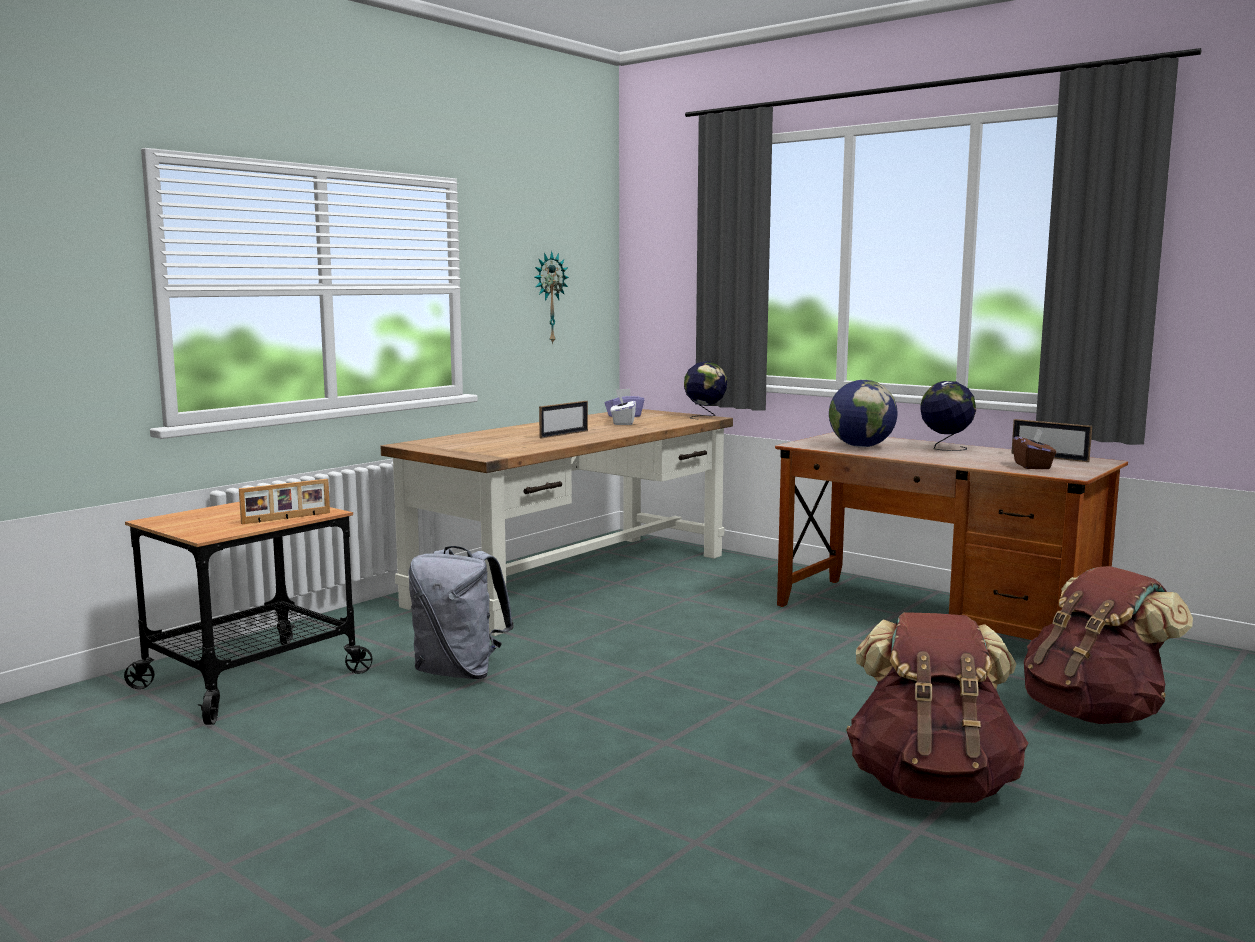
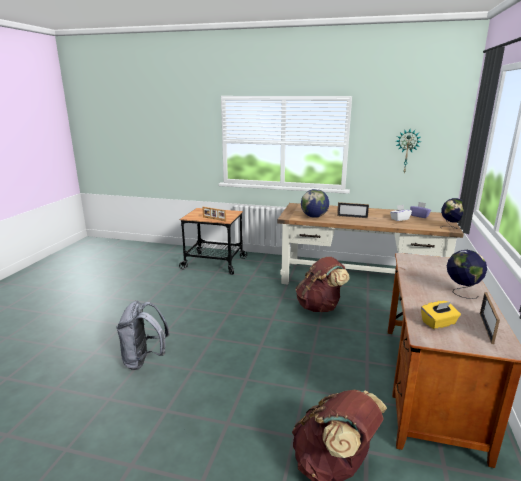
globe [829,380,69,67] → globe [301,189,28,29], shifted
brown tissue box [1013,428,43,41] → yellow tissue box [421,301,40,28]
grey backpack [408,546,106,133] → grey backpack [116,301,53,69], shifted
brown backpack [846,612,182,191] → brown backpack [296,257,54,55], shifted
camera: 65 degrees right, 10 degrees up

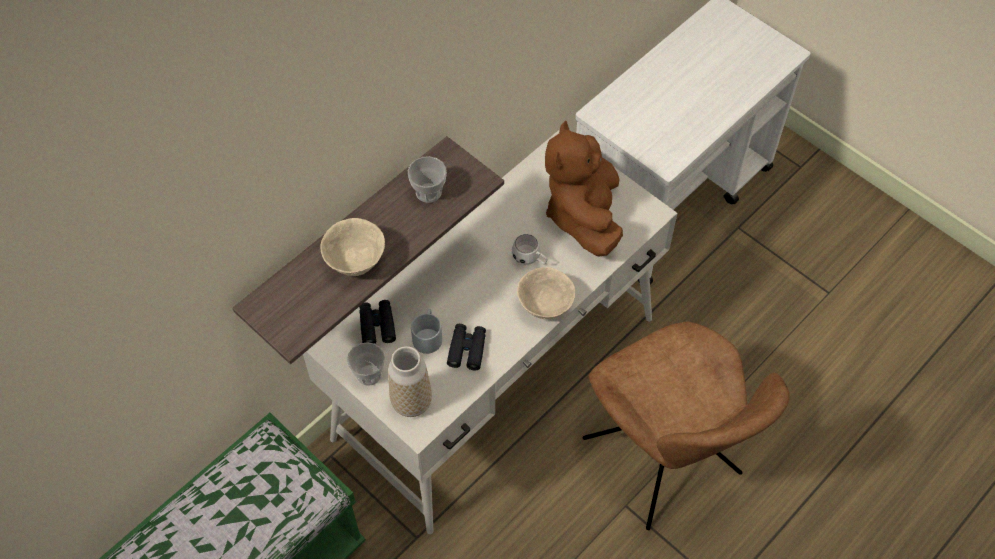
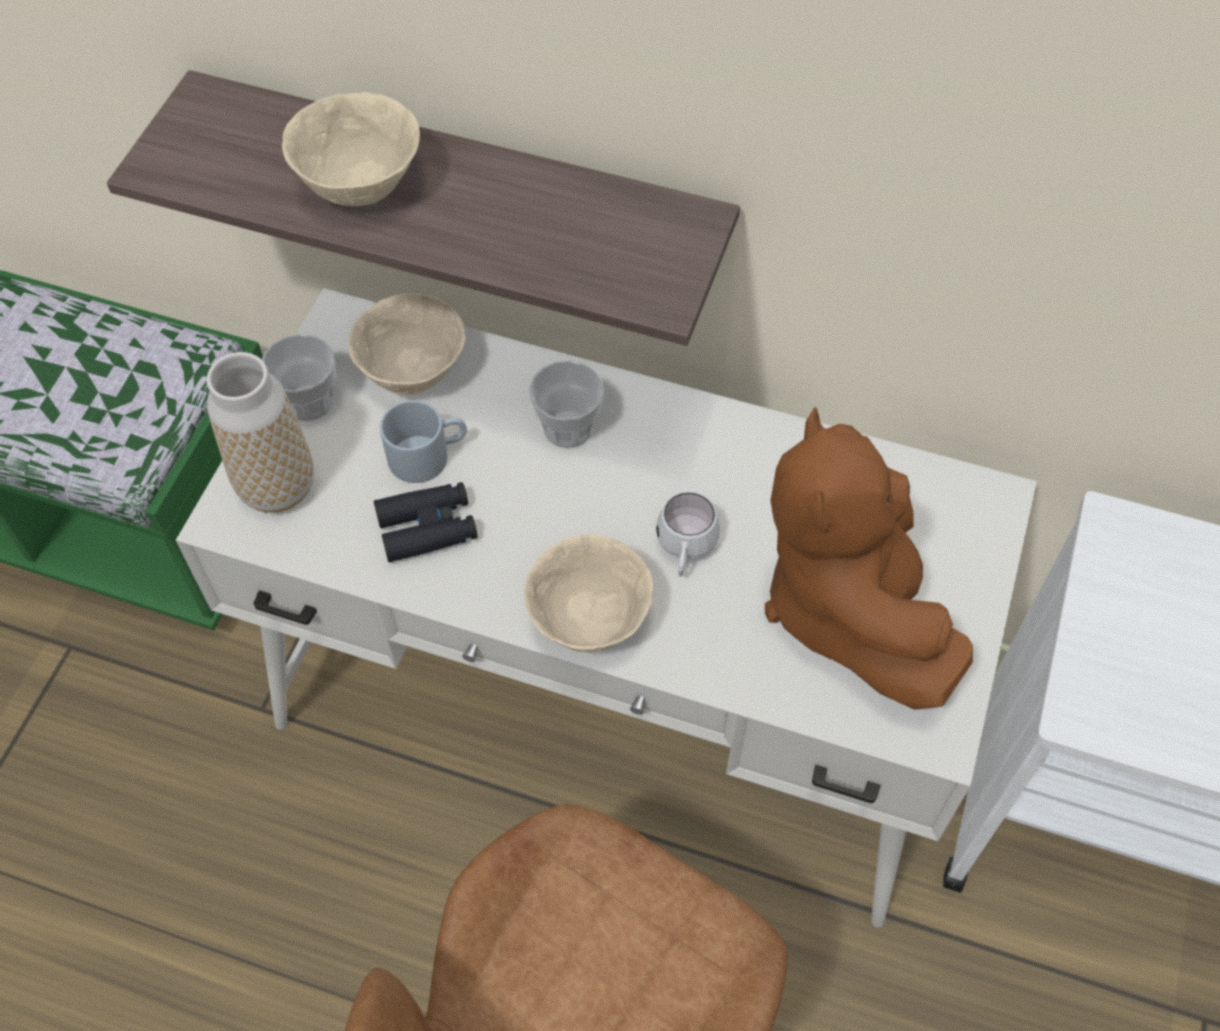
brown plush toy [545,121,78,136] → brown plush toy [765,407,208,303], 75 degrees counterclockwise
cup [408,156,39,47] → cup [529,360,75,88], shifted
black binoculars [359,300,37,44] → beige bowl [348,293,118,101]
camera: 65 degrees right, 0 degrees up

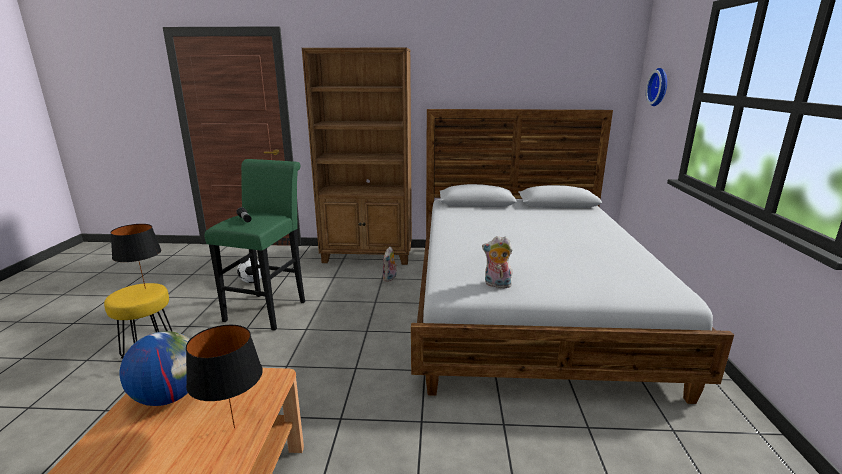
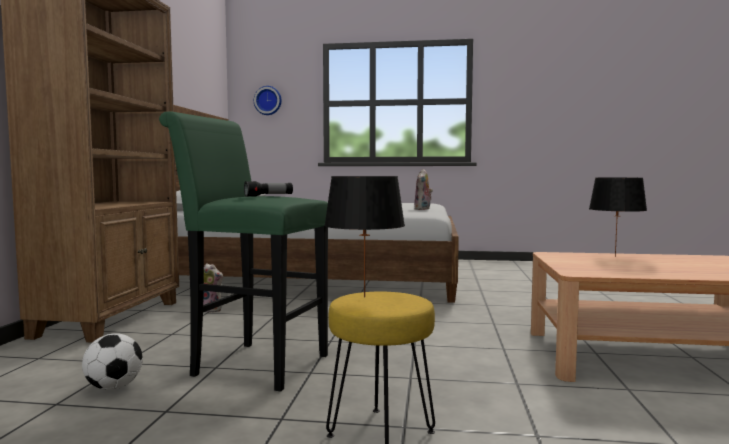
globe [119,331,71,75] → -
camera: 85 degrees left, 15 degrees down

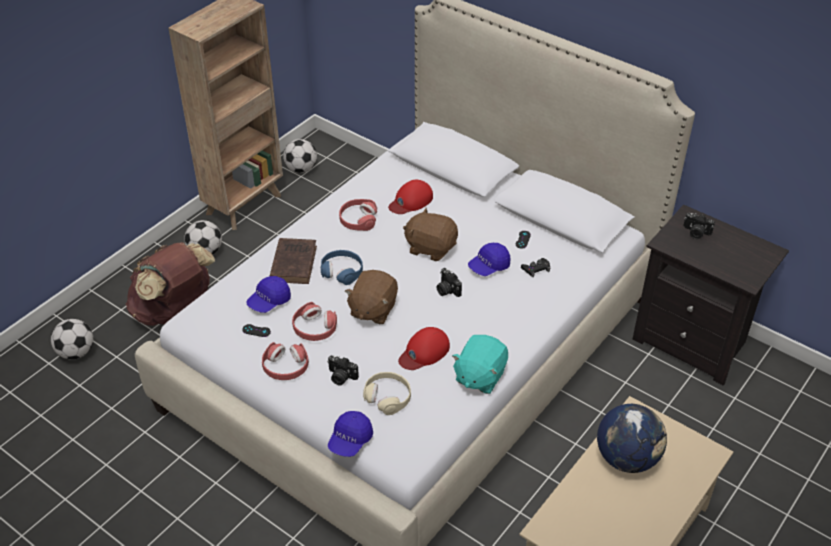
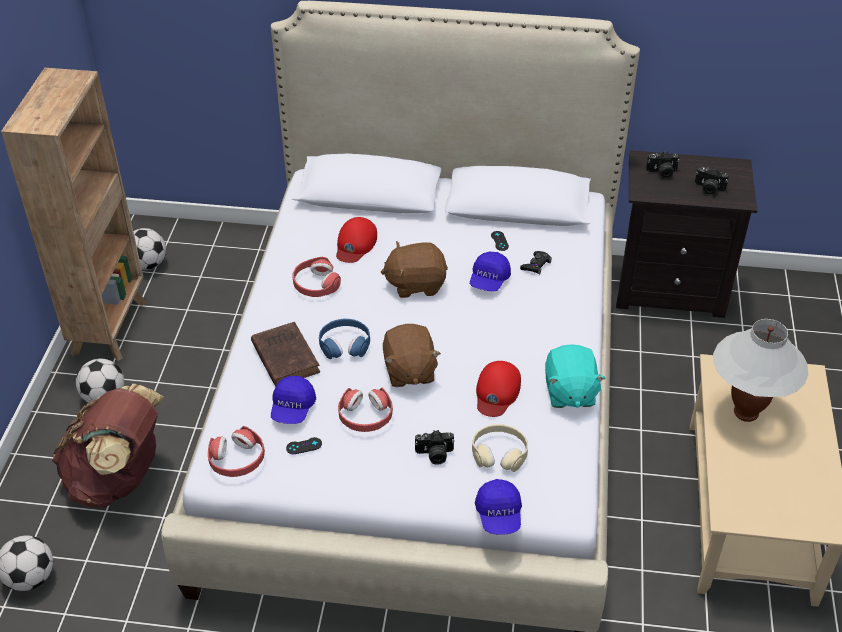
photo camera [436,268,26,29] → photo camera [695,167,34,28], shifted
red headphones [262,342,47,38] → red headphones [208,426,57,51], shifted
globe [597,404,70,69] → white table lamp [713,319,96,103]
camera: 30 degrees left, 0 degrees up

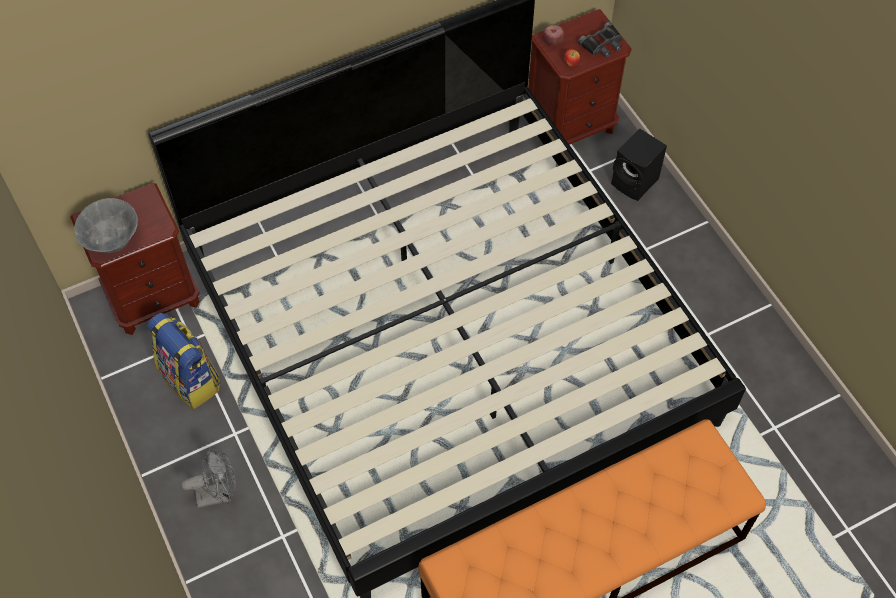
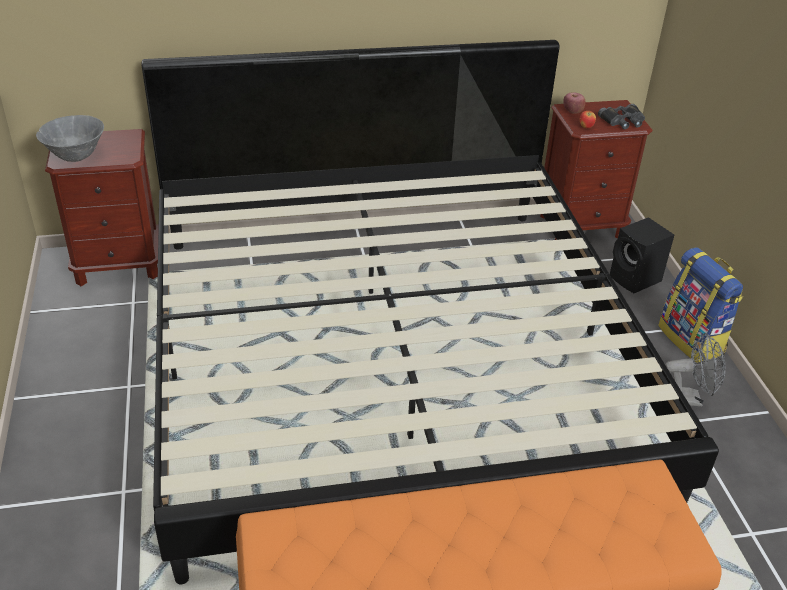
backpack [148,313,72,96] → backpack [658,248,85,115], shifted
grey fan [181,447,55,61] → grey fan [665,333,61,73], shifted
camera: 15 degrees right, 20 degrees down

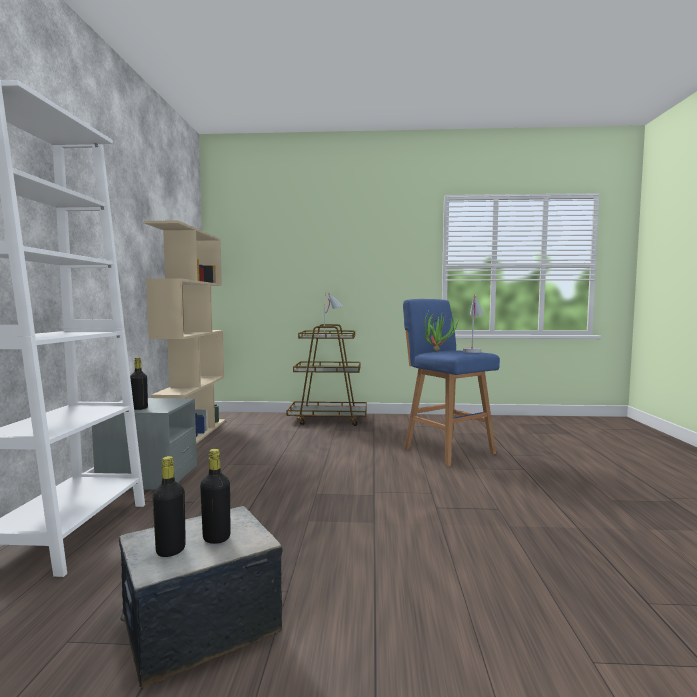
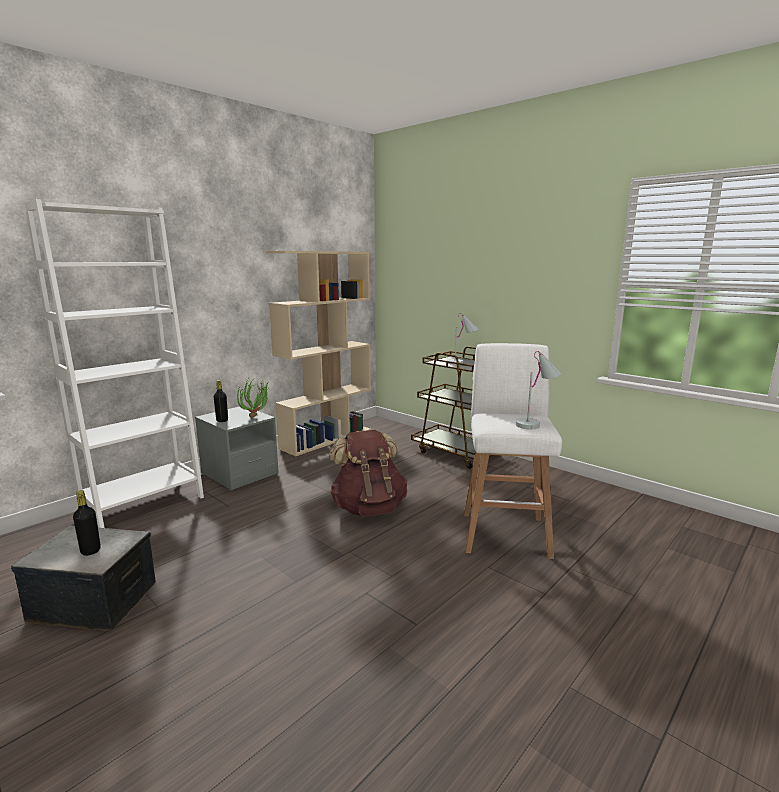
blue stool [403,299,97,168] → white stool [464,343,98,216]
potted plant [425,312,34,40] → potted plant [237,379,31,39], shifted
black bottle [153,456,33,101] → -
- → brown backpack [329,430,78,86]
camera: 40 degrees right, 10 degrees up

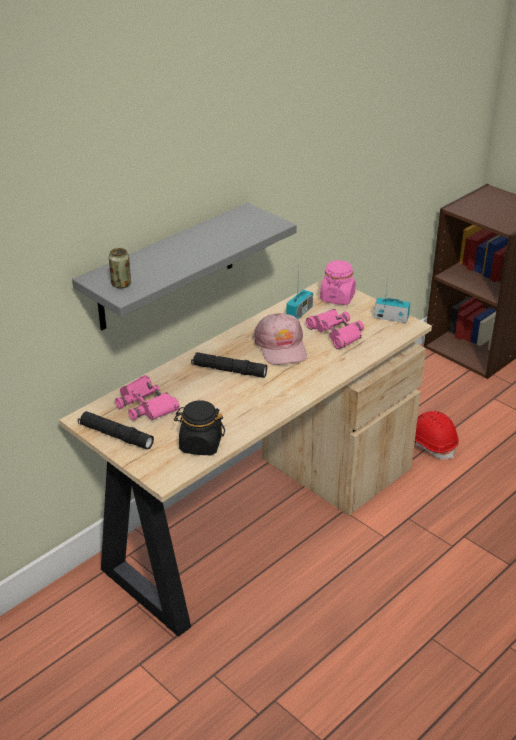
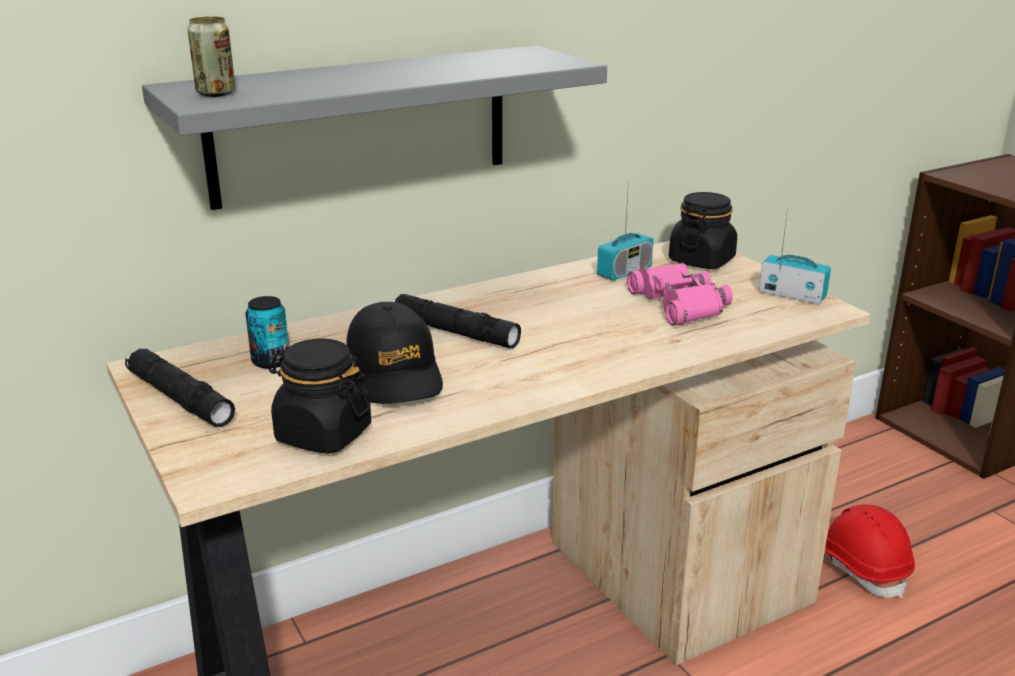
pink jar [320,260,36,45] → black jar [669,192,68,77]
pink cap [253,313,54,52] → -
pink binoculars [115,375,65,46] → can [246,296,43,73]
- → black cap [346,302,97,102]
camera: 15 degrees right, 10 degrees down

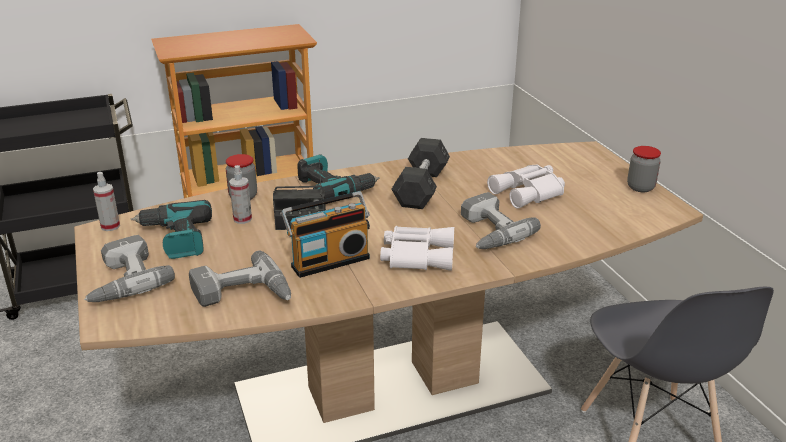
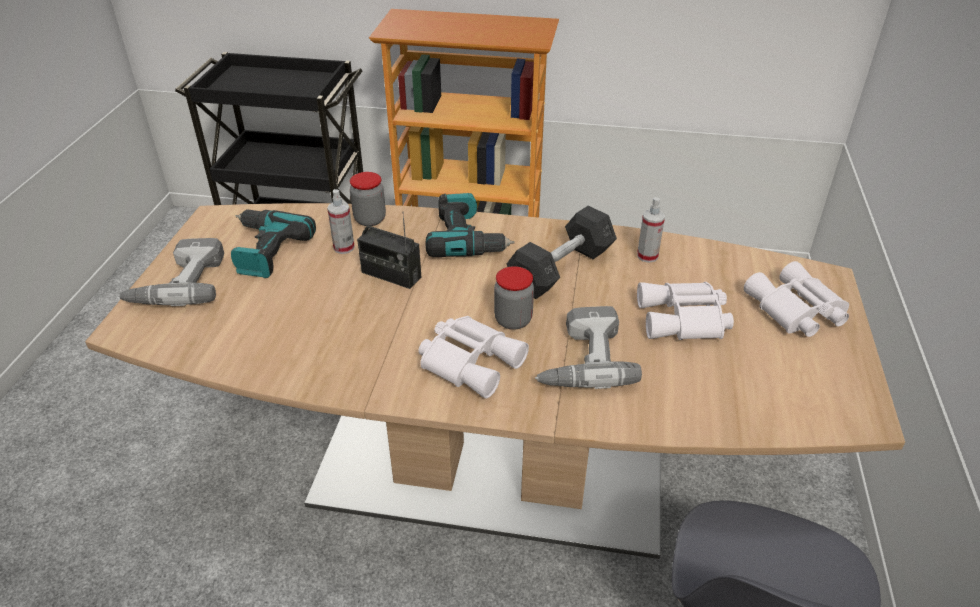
jar [627,146,34,46] → jar [494,266,40,64], shifted
spray bottle [93,172,27,59] → spray bottle [637,197,28,66], shifted
radio [281,191,89,87] → -
power drill [189,250,102,57] → -
- → white binoculars [744,261,105,76]
camera: 30 degrees right, 10 degrees up

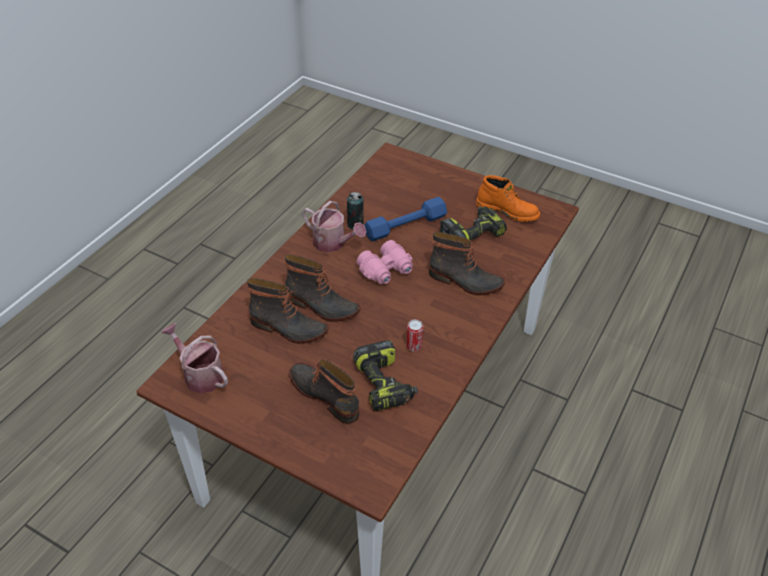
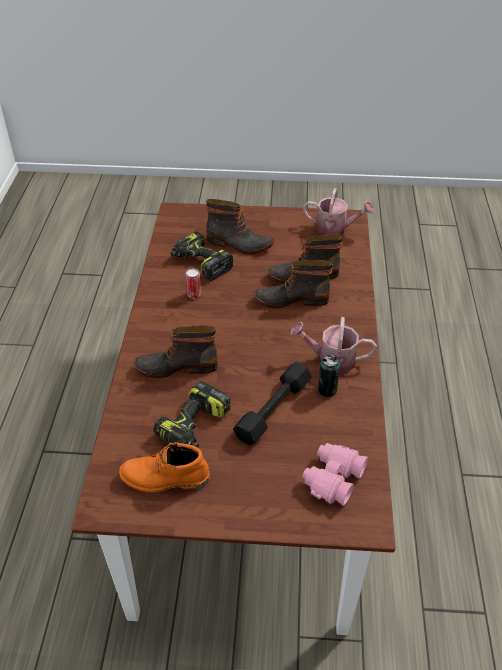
blue dumbbell [364,197,83,44] → black dumbbell [233,362,79,83]
pink binoculars [357,240,56,44] → pink binoculars [302,443,66,63], shifted
camera: 155 degrees right, 0 degrees up

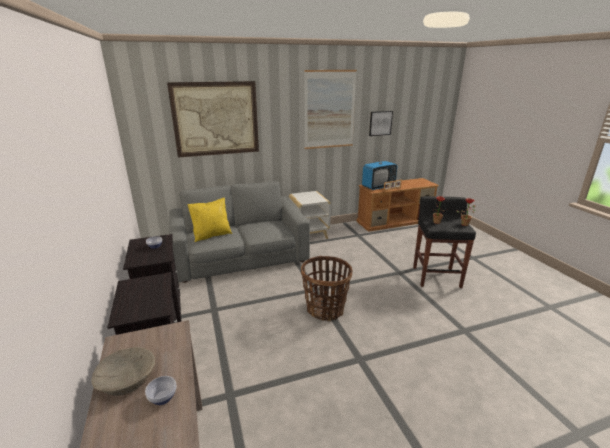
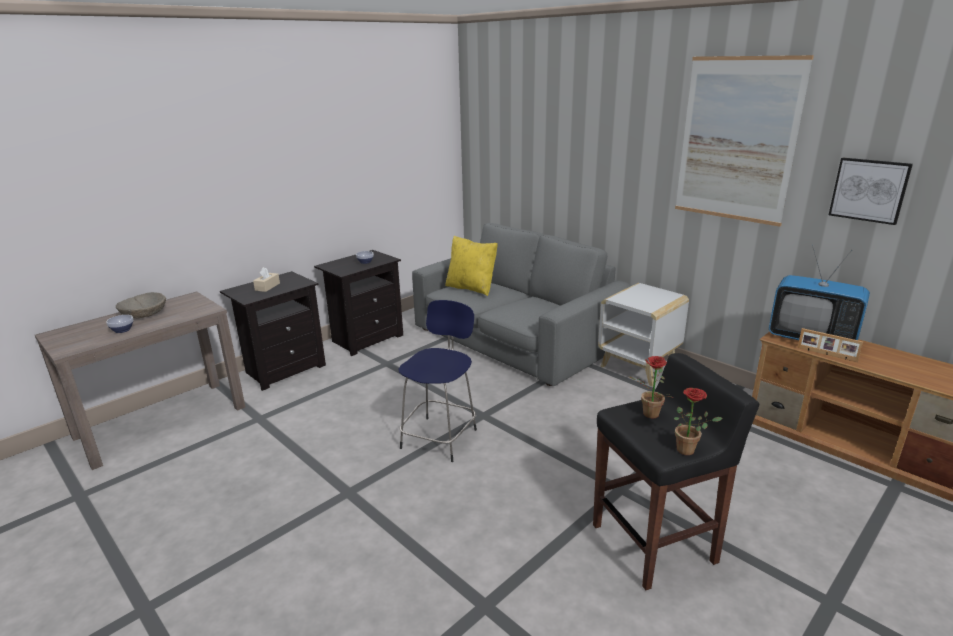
picture [167,81,92,77] → -
basket [301,256,51,65] → blue stool [398,300,79,162]
- → beige tissue box [253,267,27,25]
camera: 65 degrees right, 0 degrees up

